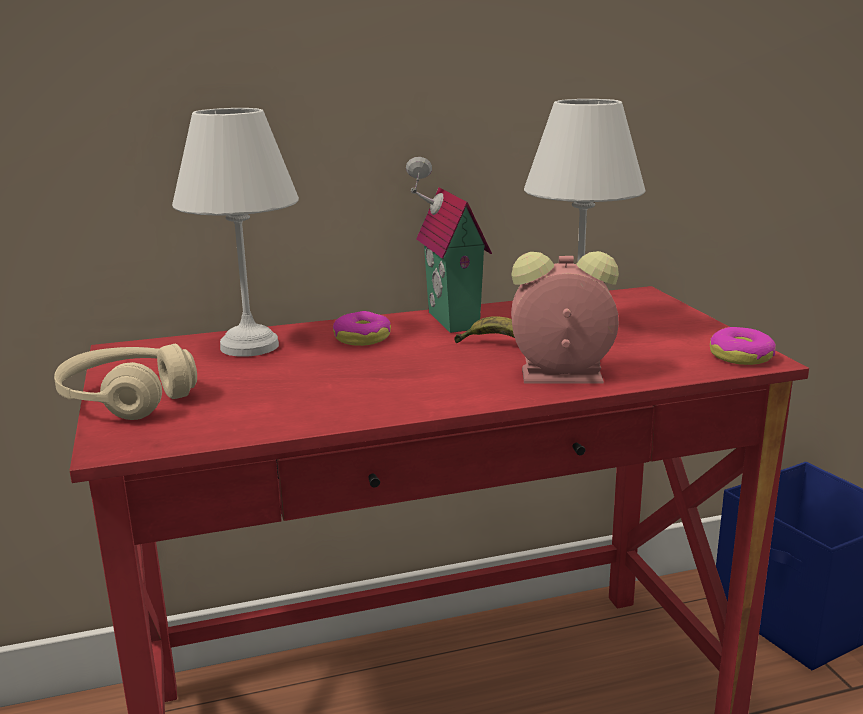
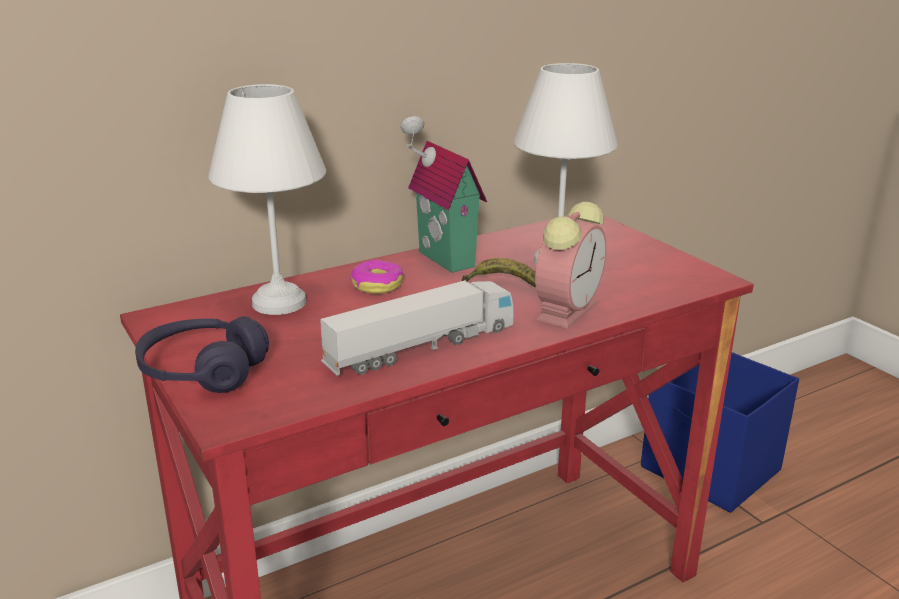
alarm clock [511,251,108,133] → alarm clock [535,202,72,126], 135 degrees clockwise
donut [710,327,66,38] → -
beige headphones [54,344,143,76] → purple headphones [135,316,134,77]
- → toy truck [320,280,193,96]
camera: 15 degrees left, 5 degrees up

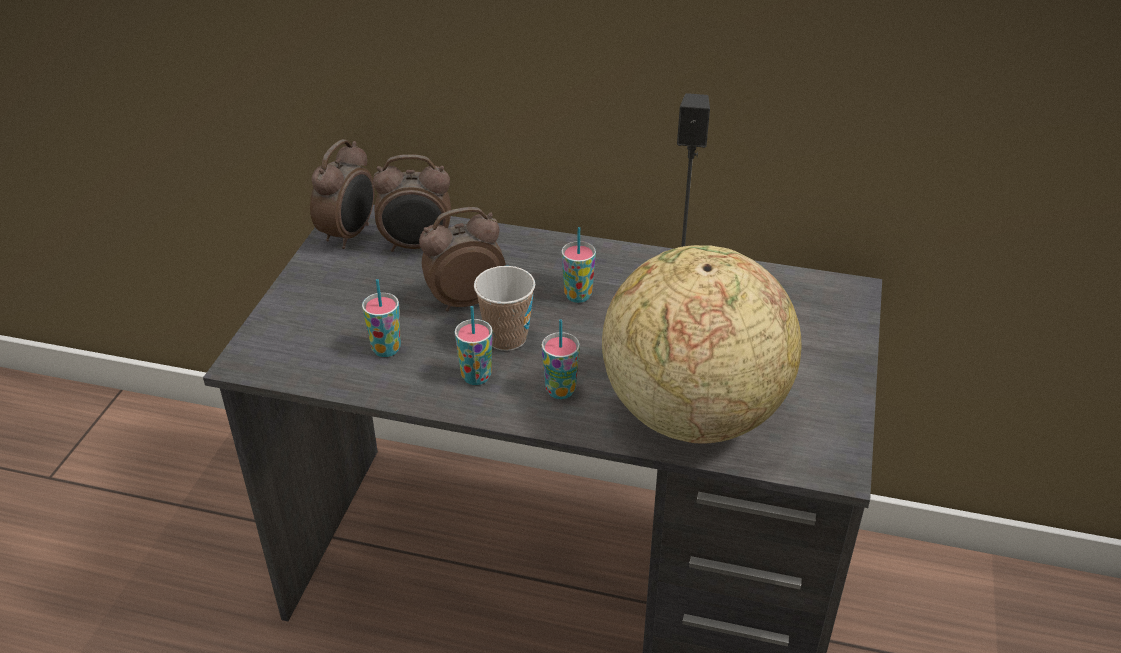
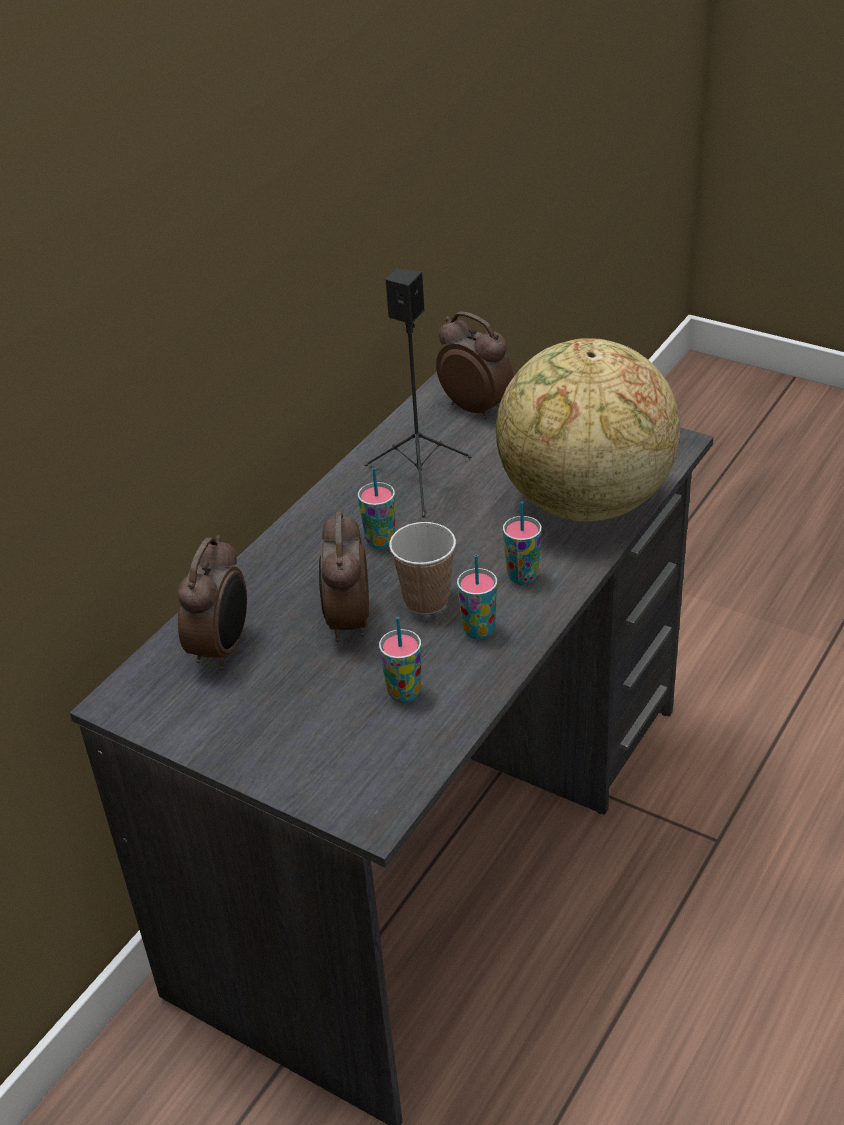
alarm clock [310,139,64,110] → alarm clock [436,312,77,107], shifted
camera: 70 degrees left, 0 degrees up

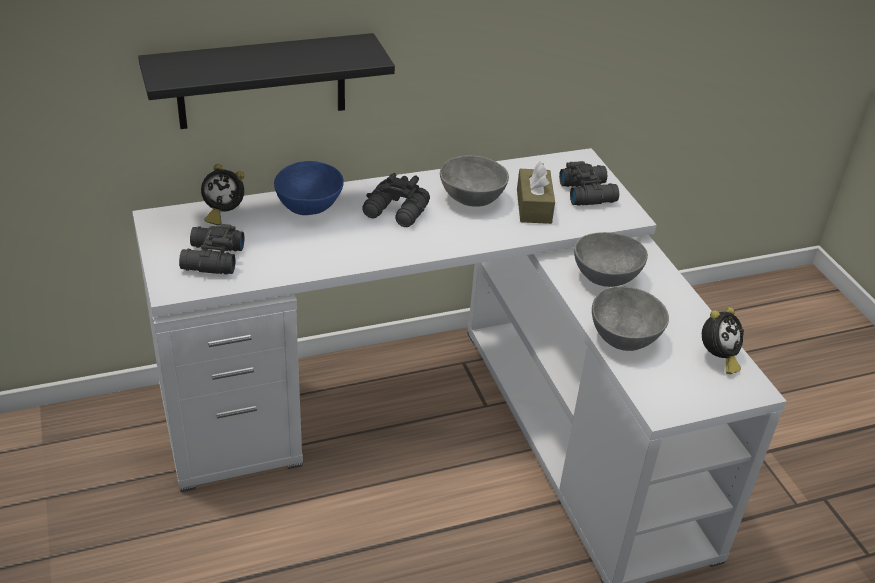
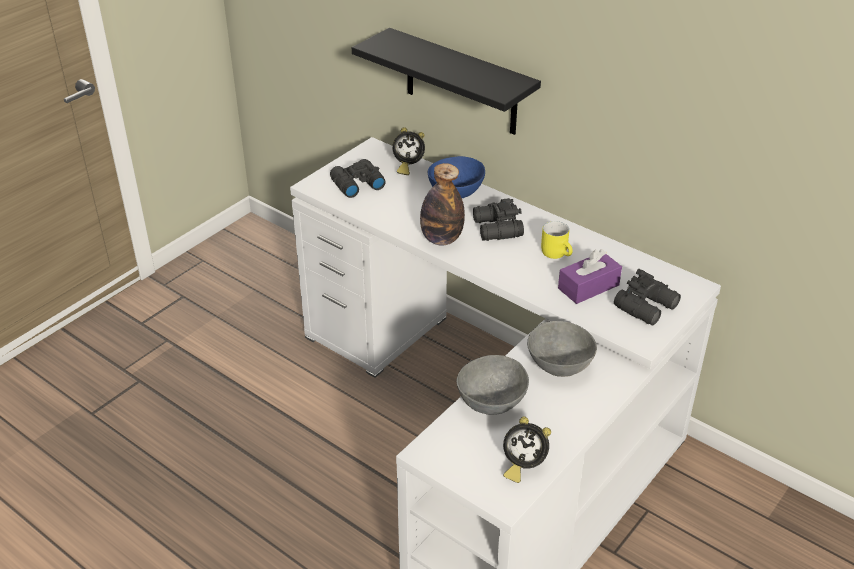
grey bowl [440,155,69,52] → yellow mug [541,221,32,38]
brown tissue box [517,161,38,63] → purple tissue box [558,249,64,55]
alarm clock [201,164,43,62] → alarm clock [392,127,33,48], 60 degrees counterclockwise
- → bottle [420,163,45,83]
camera: 60 degrees right, 0 degrees up

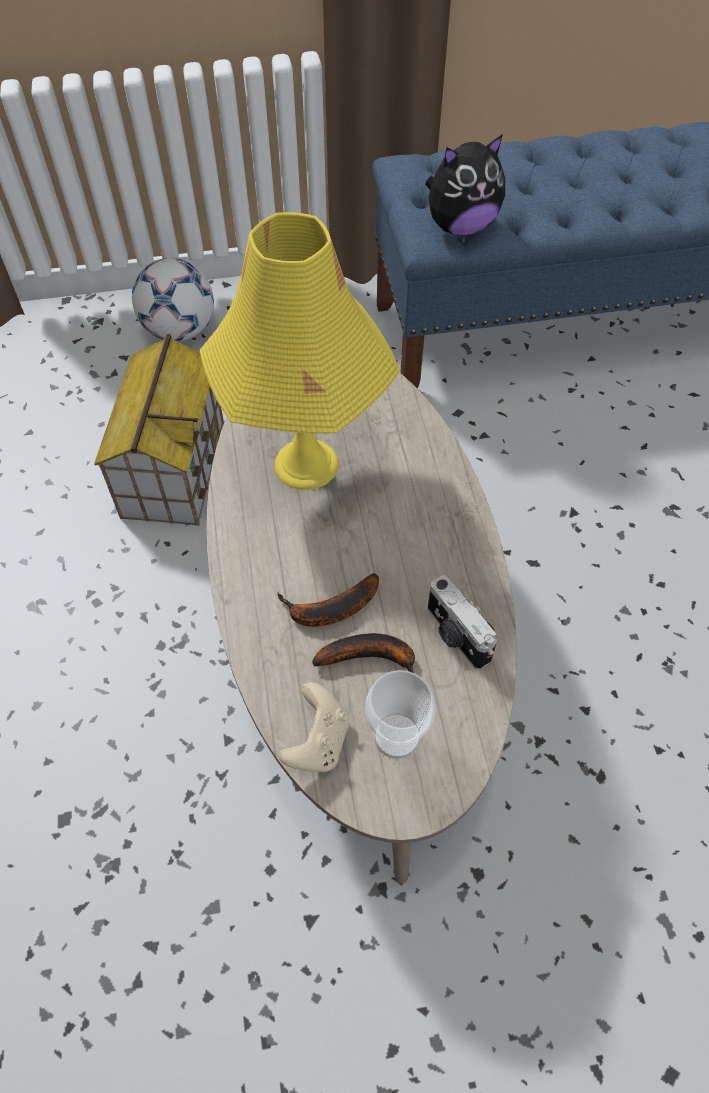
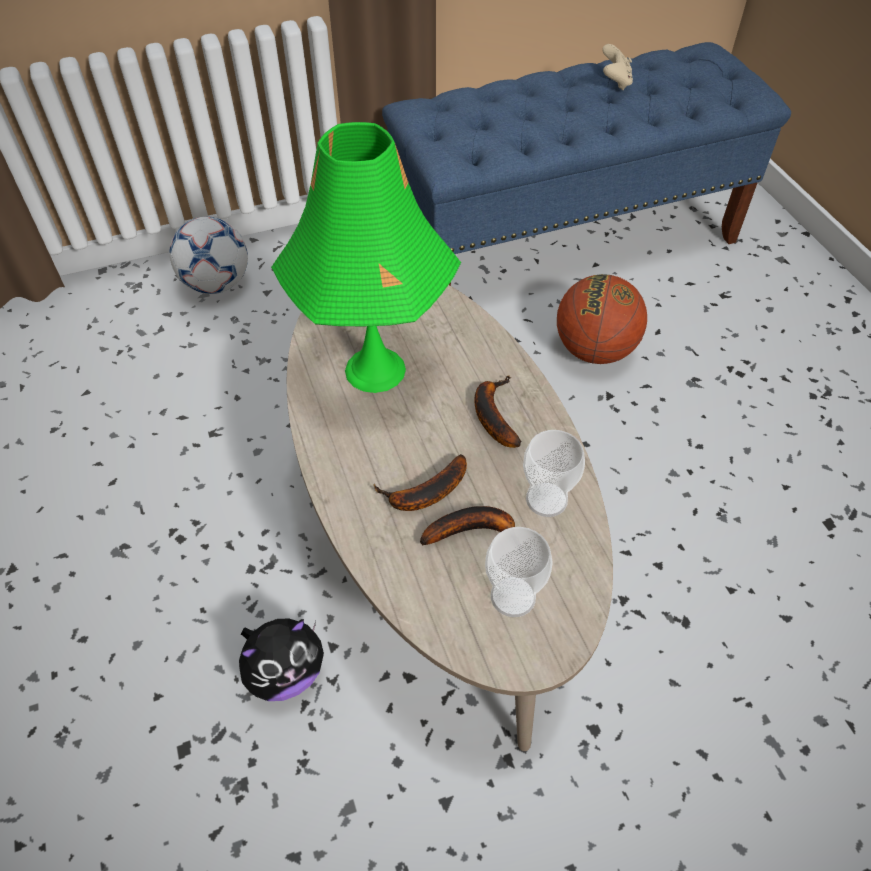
plush toy [425,134,80,101] → plush toy [239,618,85,83], shifted
yellow table lamp [199,212,201,278] → green table lamp [271,122,190,271]
toy house [94,334,130,192] → -
photo camera [428,575,69,95] → cup [523,430,62,87]
beige game controller [278,682,71,90] → beige game controller [602,44,31,46], shifted
- → basketball [557,274,90,90]
- → banana [474,375,48,73]
camera: 10 degrees left, 5 degrees down

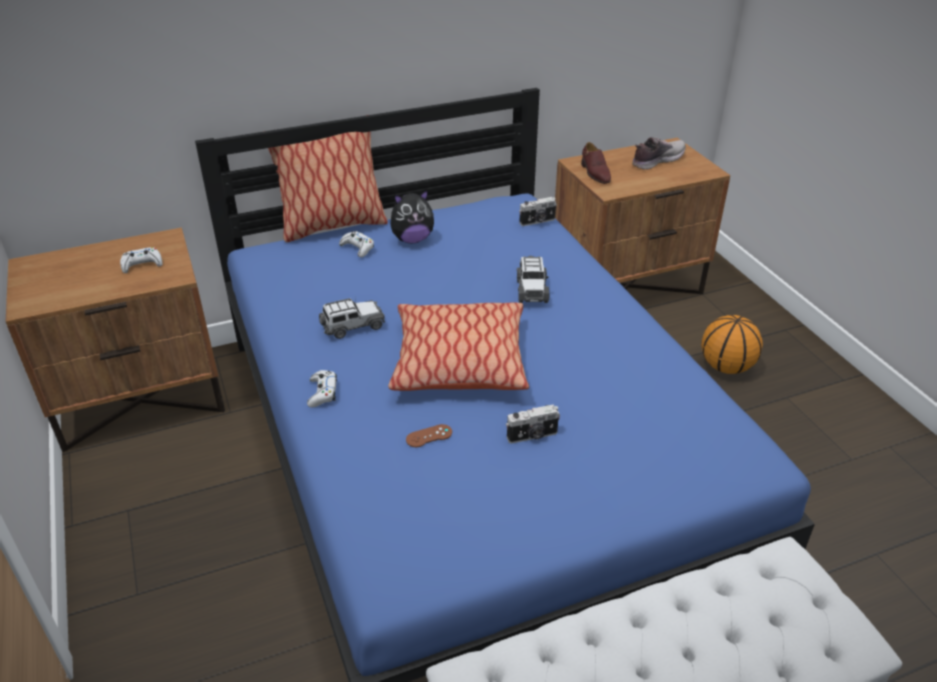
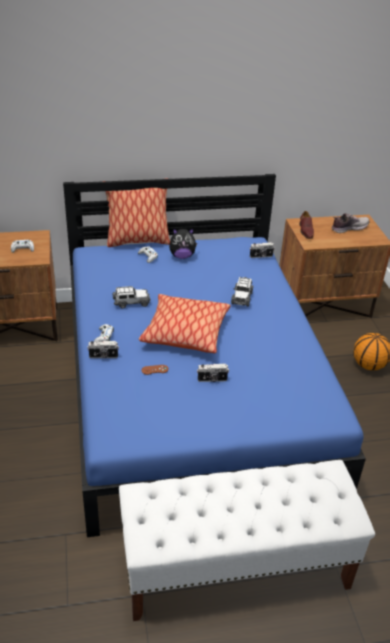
- → photo camera [87,341,32,17]
camera: 10 degrees right, 0 degrees up

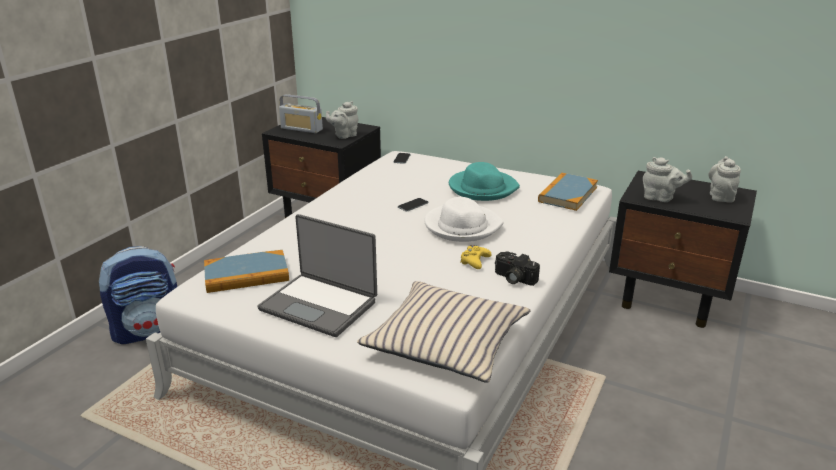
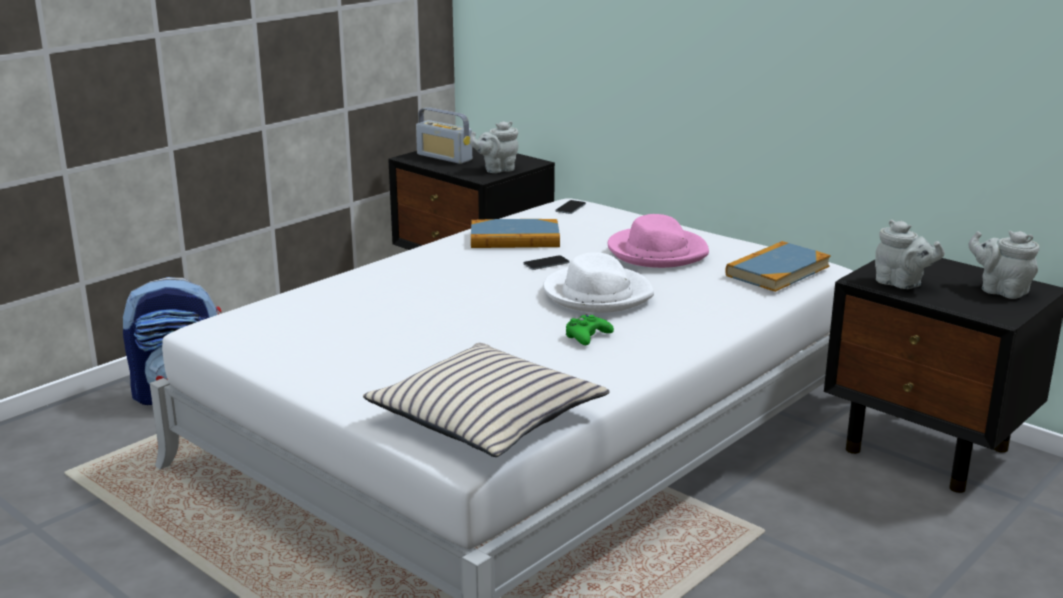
grey teapot [708,156,33,46] → grey teapot [968,231,71,68], 75 degrees counterclockwise
turquoise hat [449,162,71,39] → pink hat [607,214,102,54]
laptop [257,214,120,123] → -
yellow game controller [460,245,32,24] → green game controller [566,314,48,31]
book [204,250,85,43] → book [471,219,89,29], shifted
photo camera [495,251,45,35] → -
camera: 15 degrees right, 5 degrees down

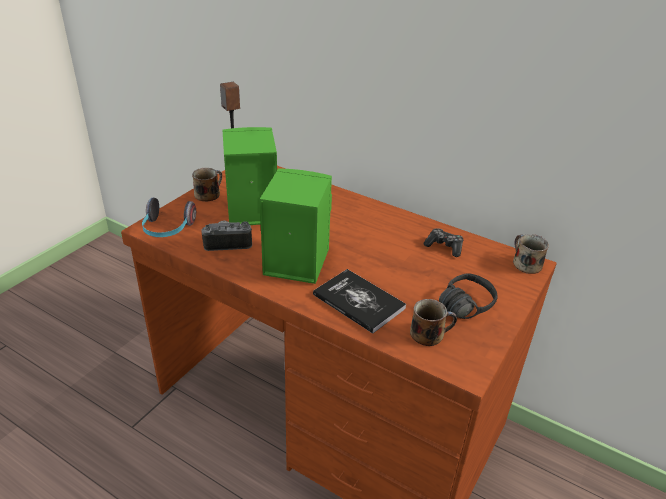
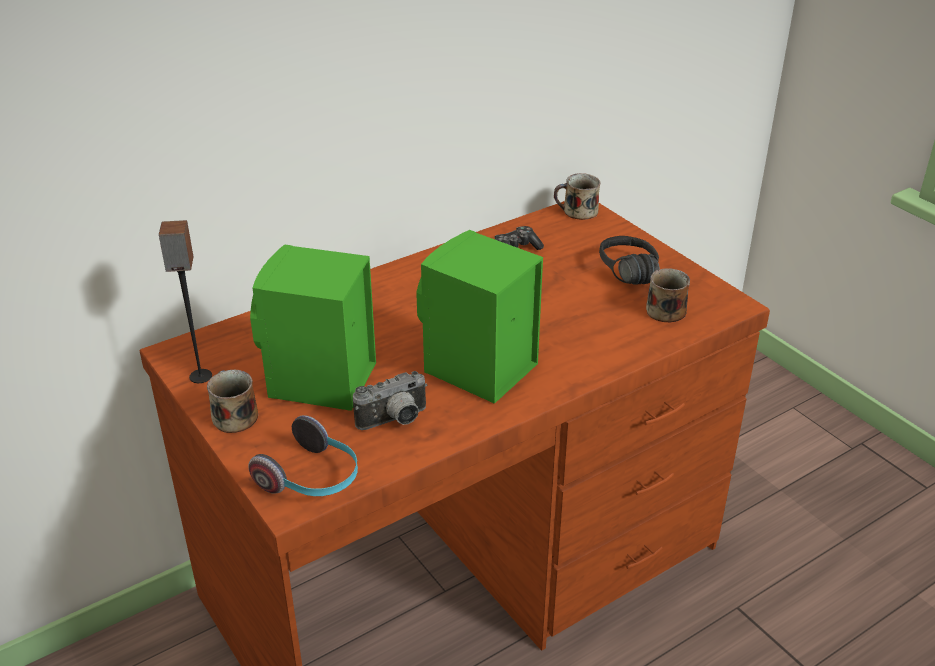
photo camera [202,220,50,31] → photo camera [353,371,74,59], 135 degrees counterclockwise
book [313,269,93,65] → -
camera: 65 degrees left, 0 degrees up

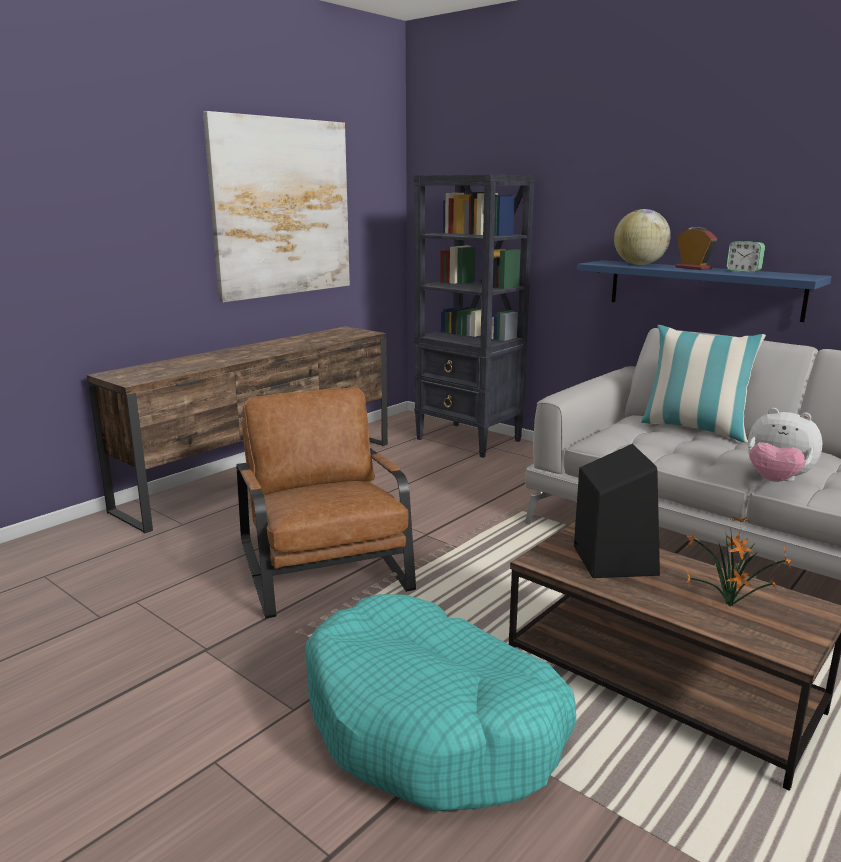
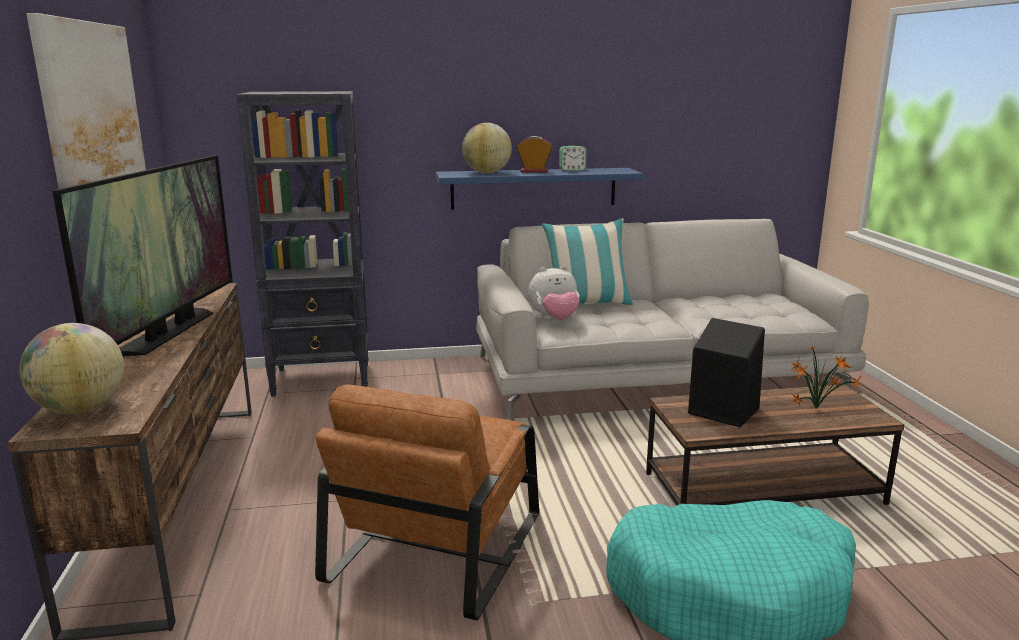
brown armchair [236,387,180,232] → brown armchair [315,384,224,236], 90 degrees counterclockwise
plush toy [748,408,74,74] → plush toy [528,266,52,54], shifted
- → television [52,155,181,201]
- → globe [19,323,105,91]
camera: 50 degrees left, 0 degrees up

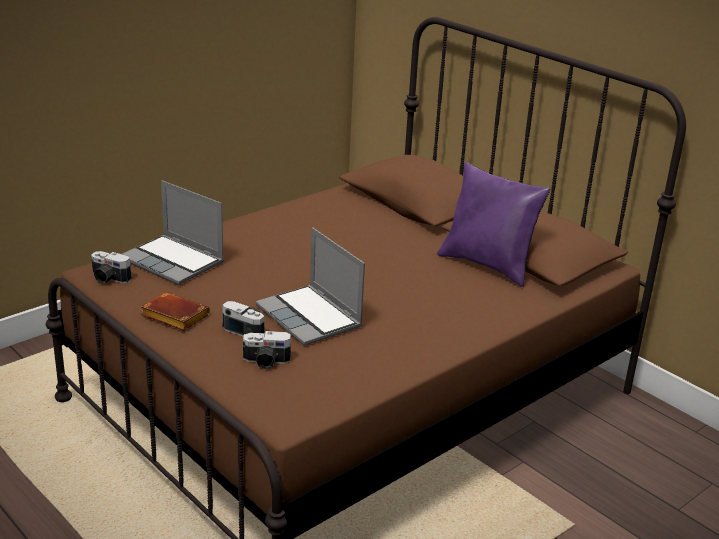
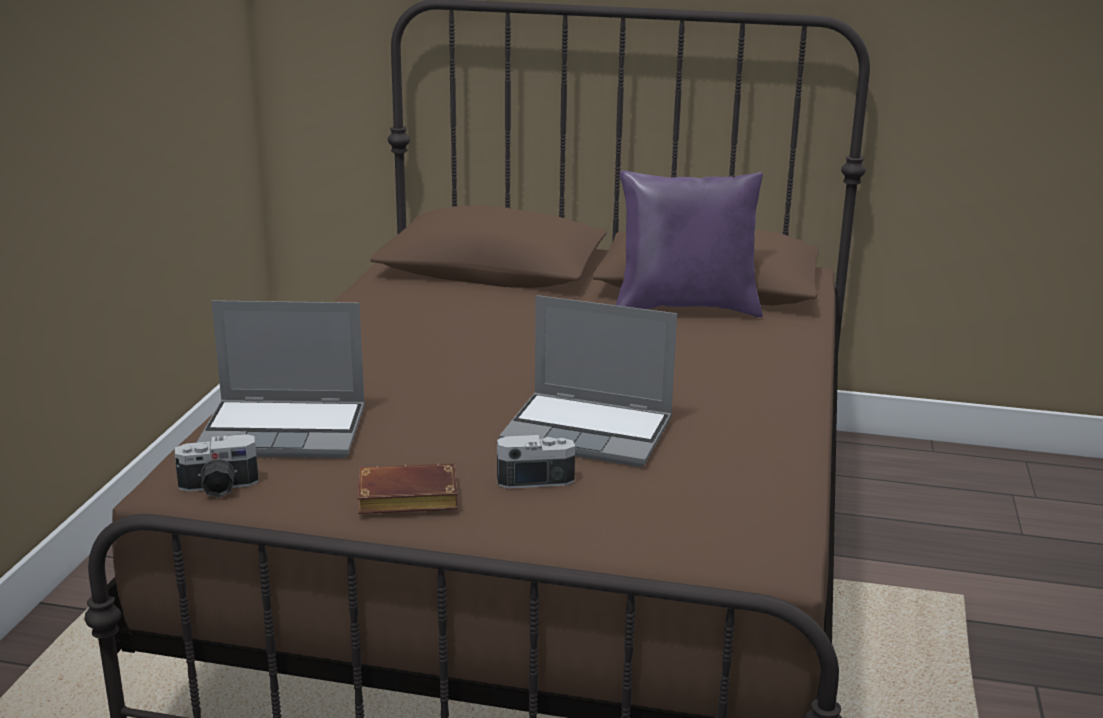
photo camera [243,331,48,38] → -
camera: 35 degrees left, 5 degrees down

